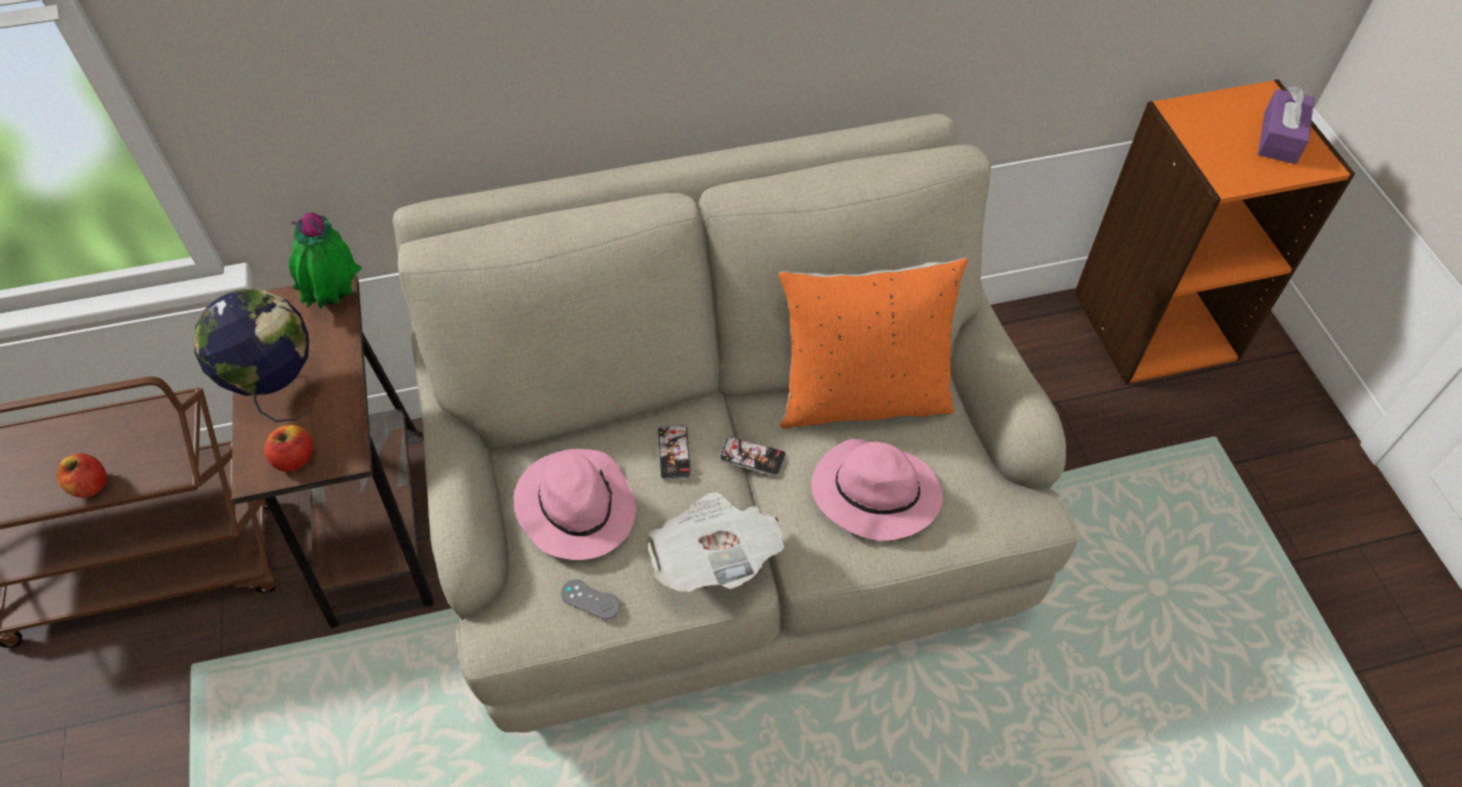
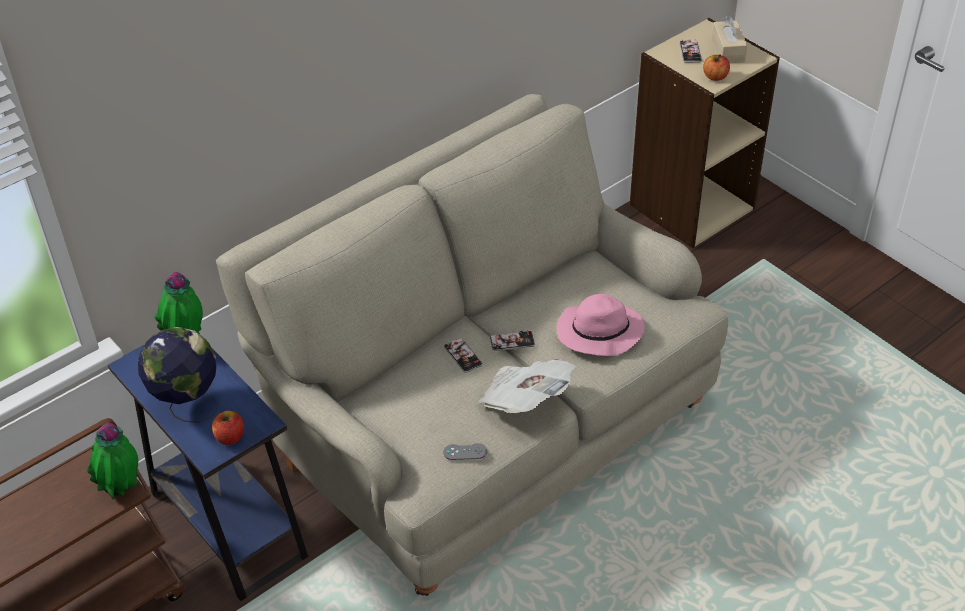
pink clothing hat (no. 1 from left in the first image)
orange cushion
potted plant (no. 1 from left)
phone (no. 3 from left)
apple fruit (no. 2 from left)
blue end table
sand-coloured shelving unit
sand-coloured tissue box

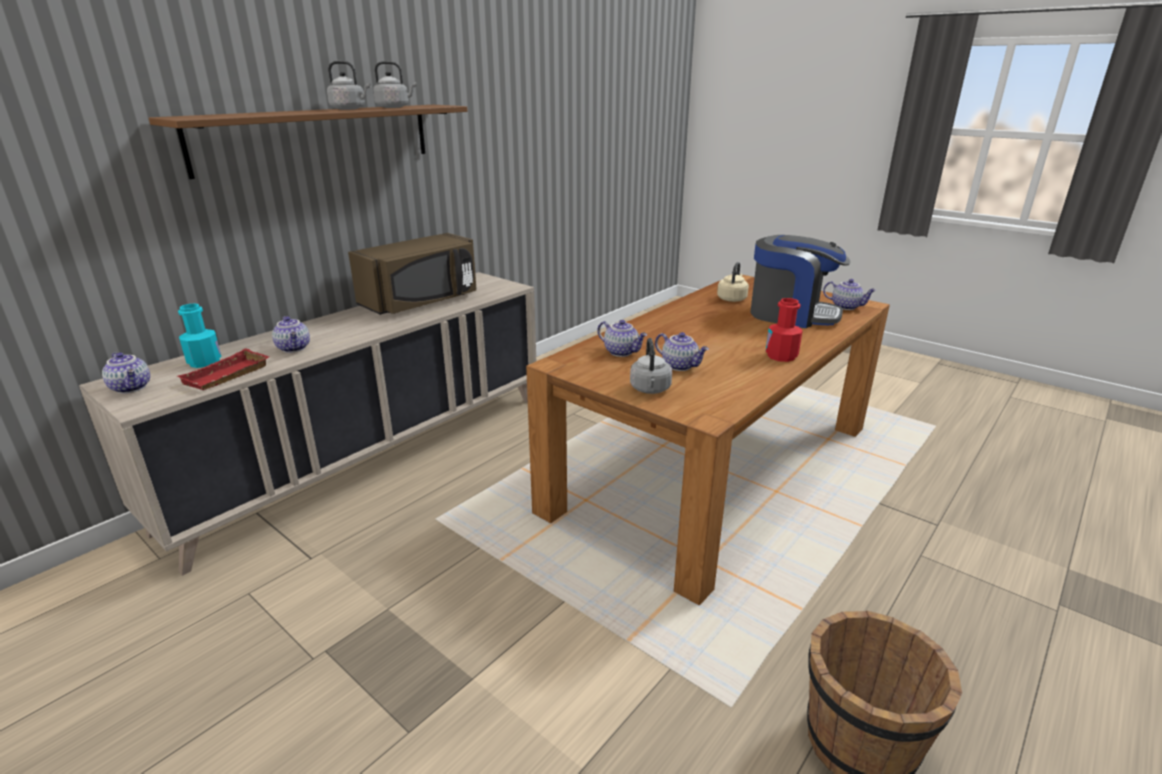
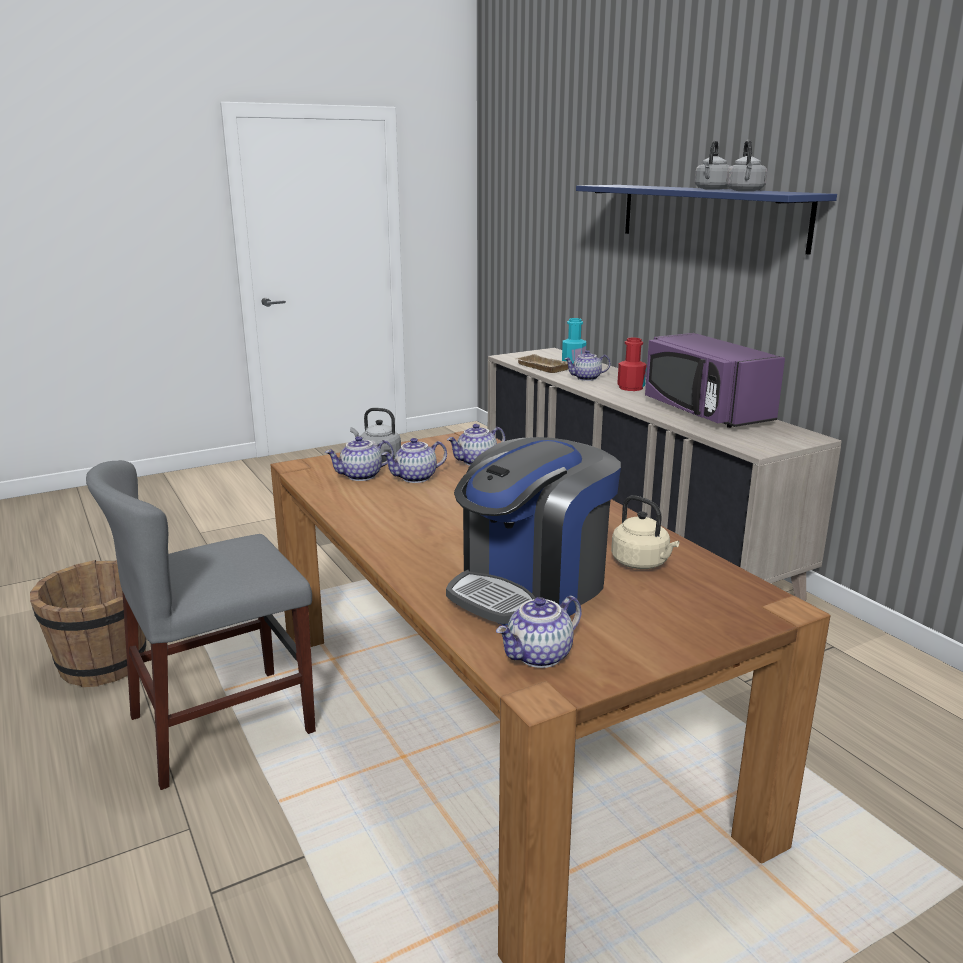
greyish plain chair
tea pot (no. 1 from left)
reddish bottle
blue bracket shelf
sand-coloured carrying tray
purple kitchen microwave

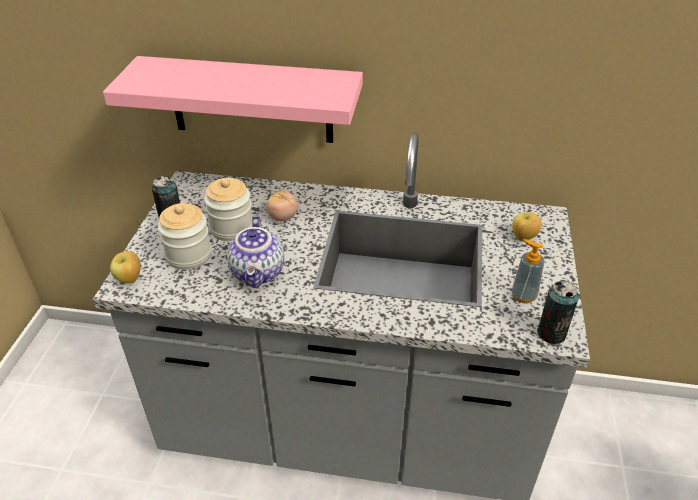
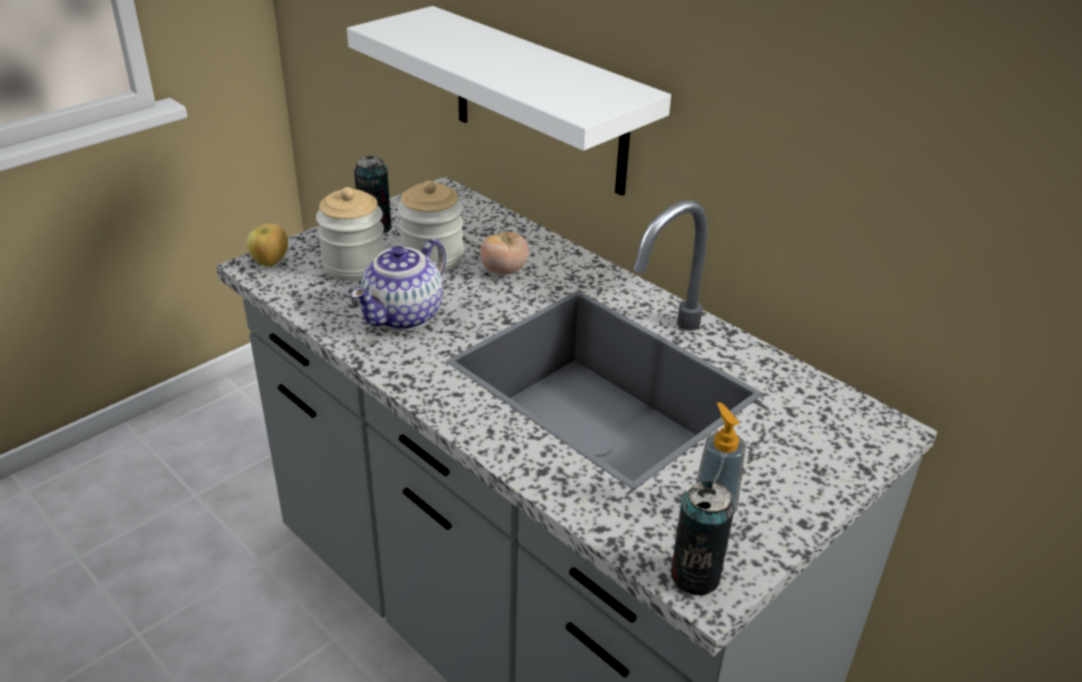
apple fruit (no. 2 from left in the first image)
white-coloured bracket shelf

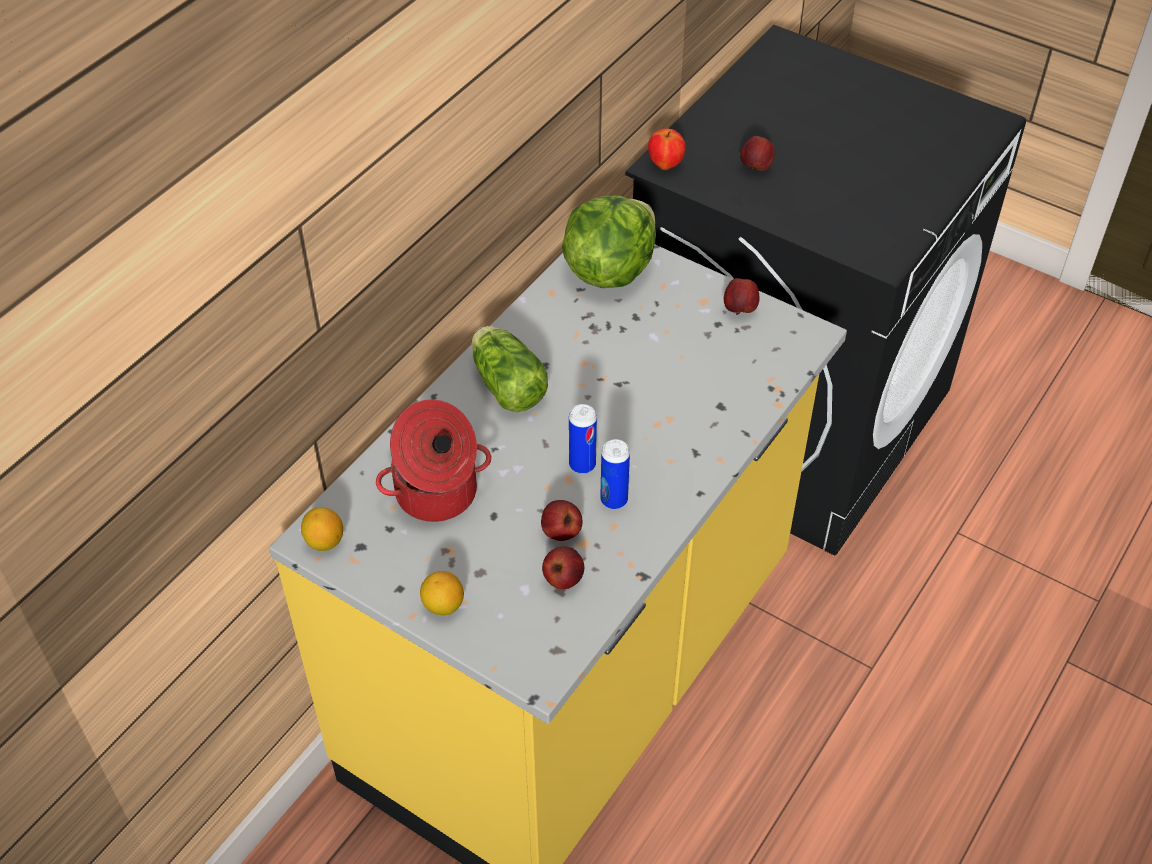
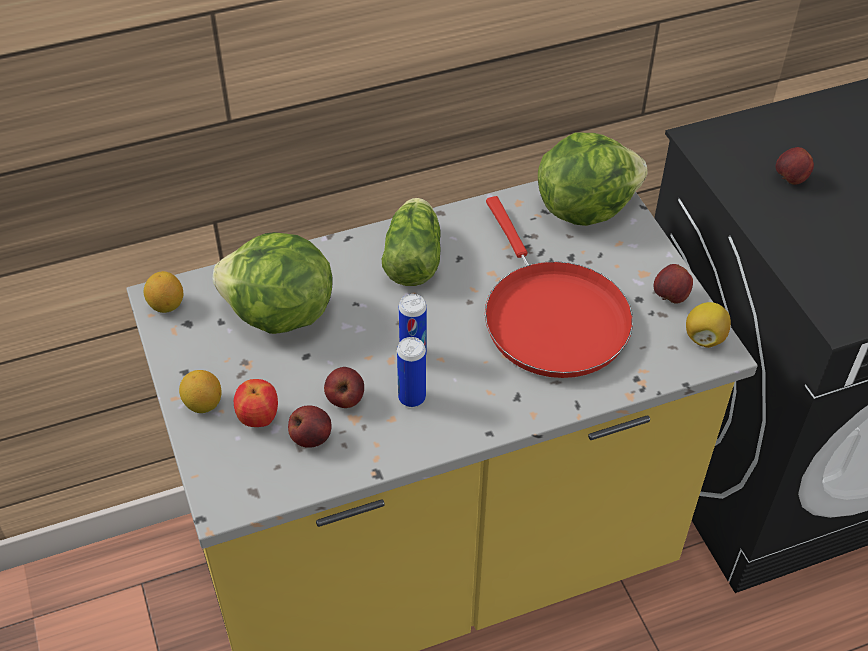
reddish frying pan
citrus fruit (no. 3 from left)
apple fruit (no. 1 from left)
head of lettuce (no. 1 from left)

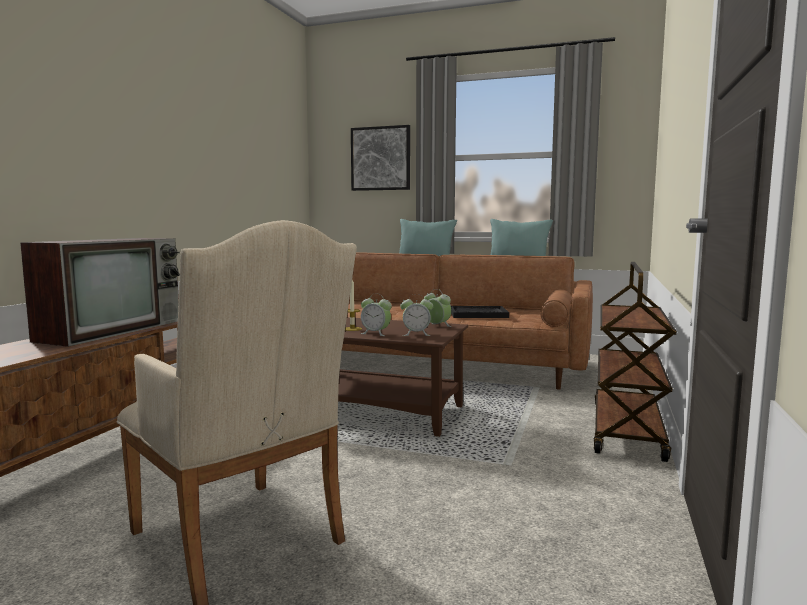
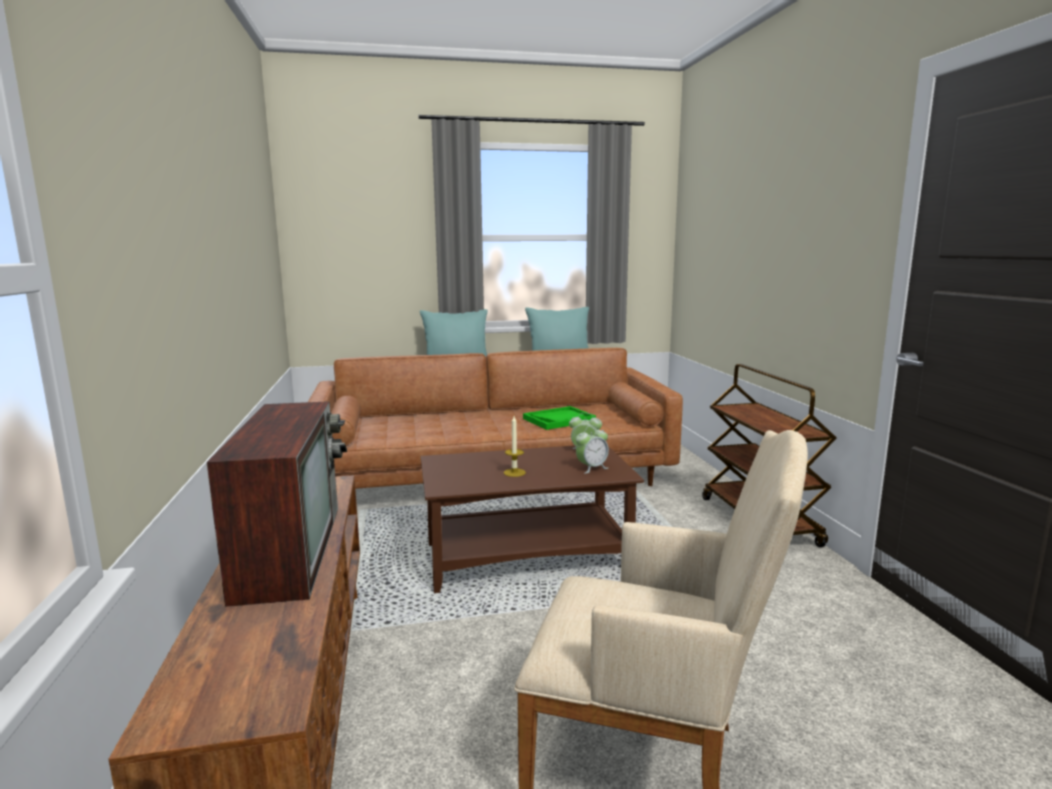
picture
alarm clock (no. 1 from left in the first image)
green carrying tray

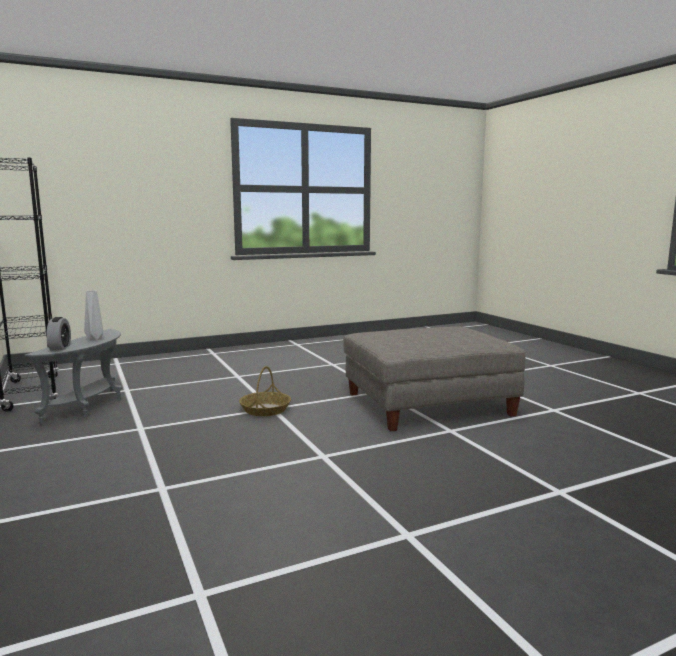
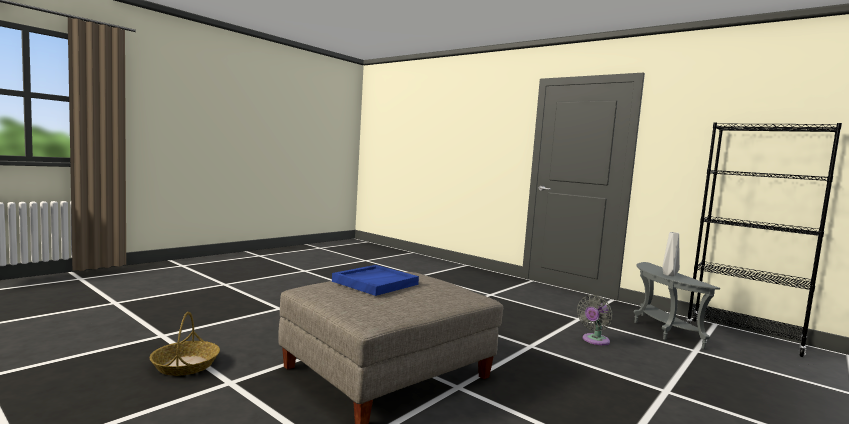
alarm clock
blue carrying tray
greyish cooling fan
basket

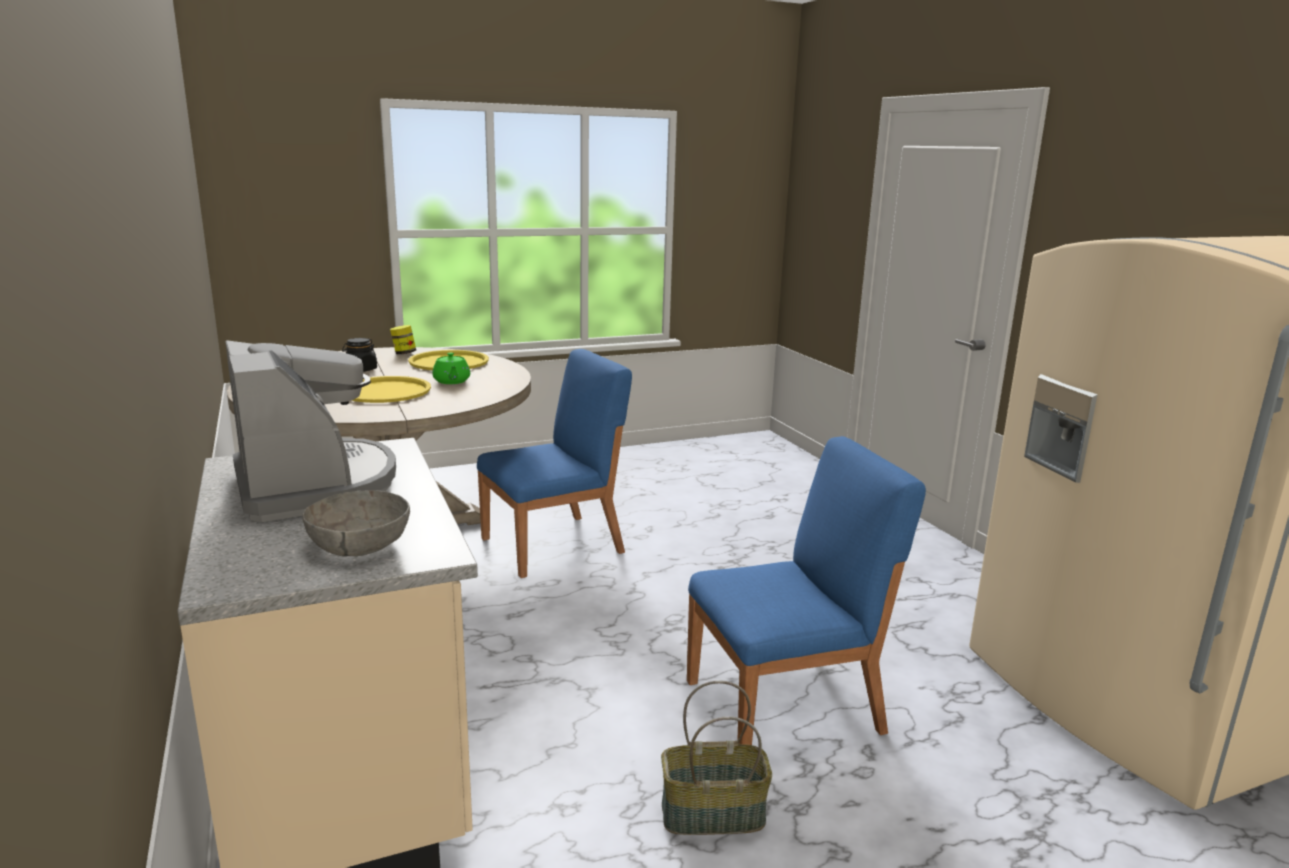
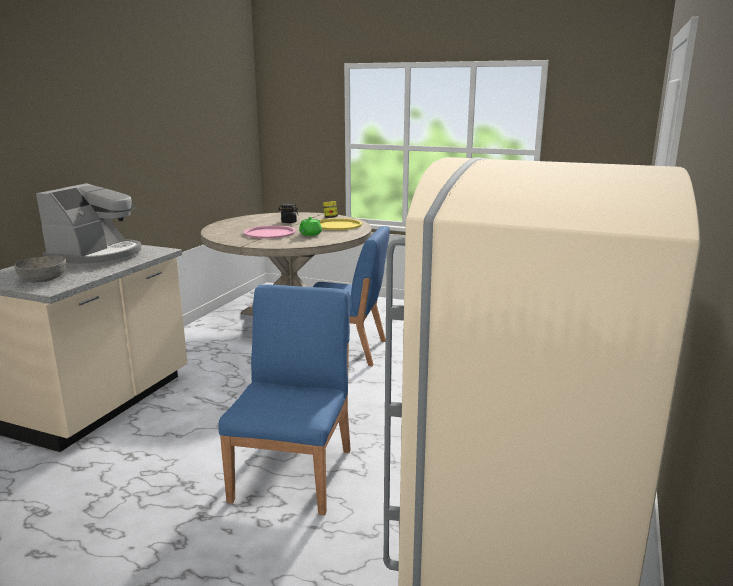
basket
pink carrying tray
blue plain chair (no. 1 from left)

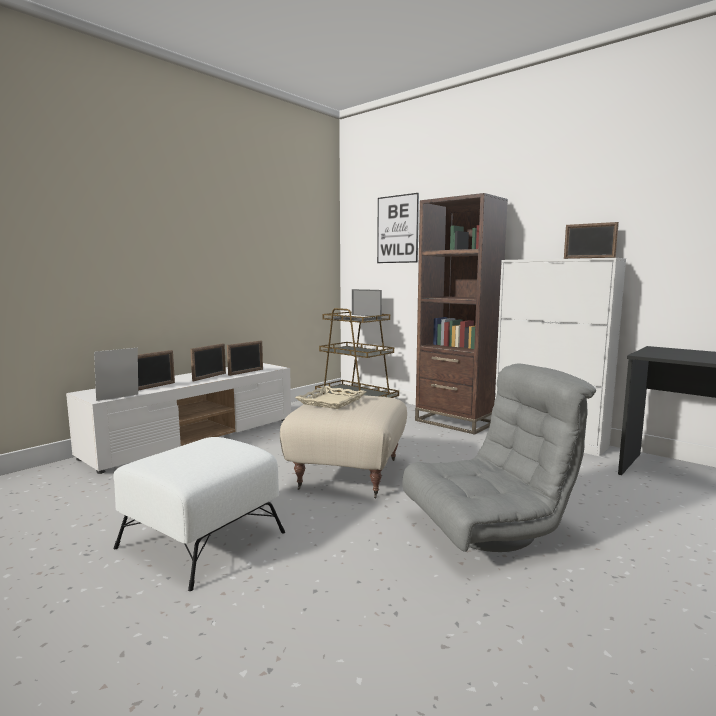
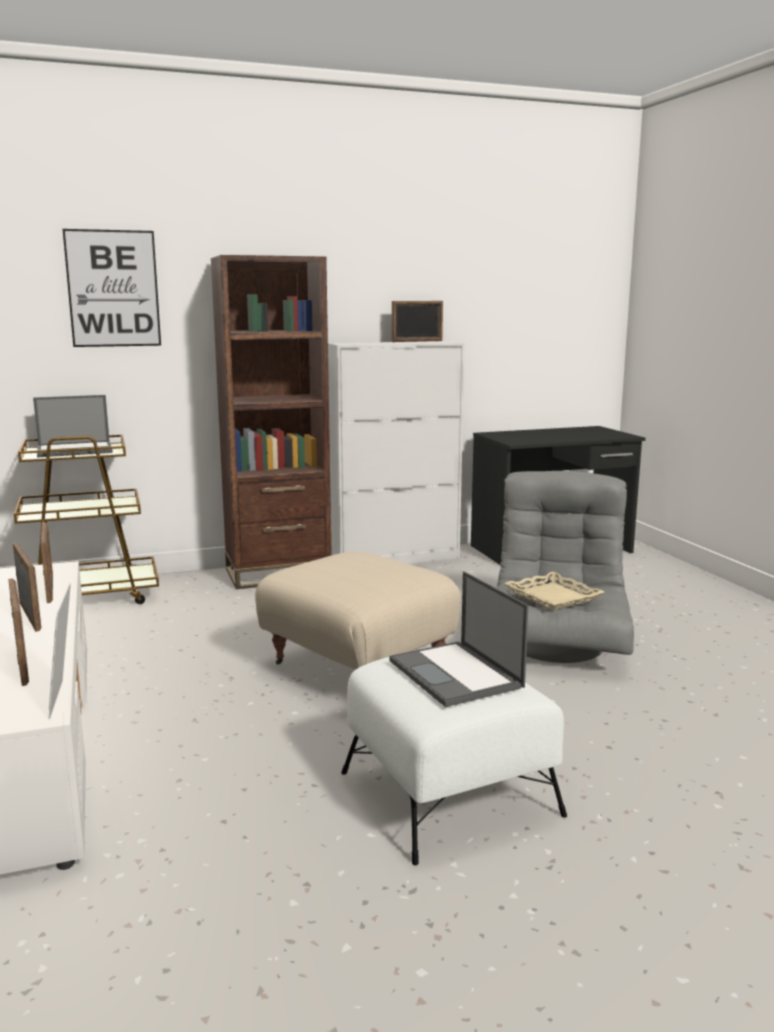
notebook computer (no. 2 from left)
sand-coloured carrying tray

